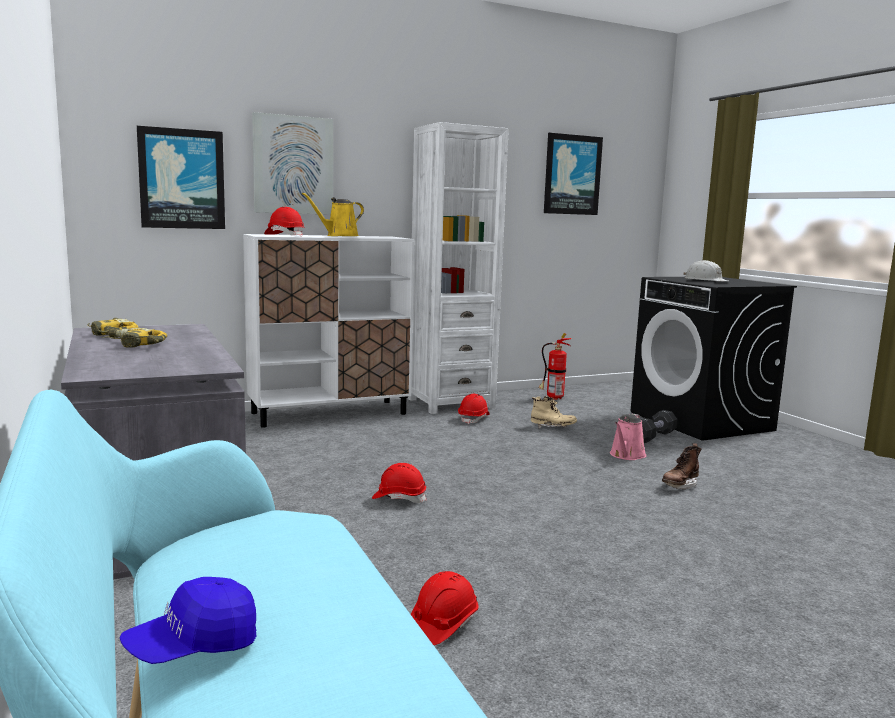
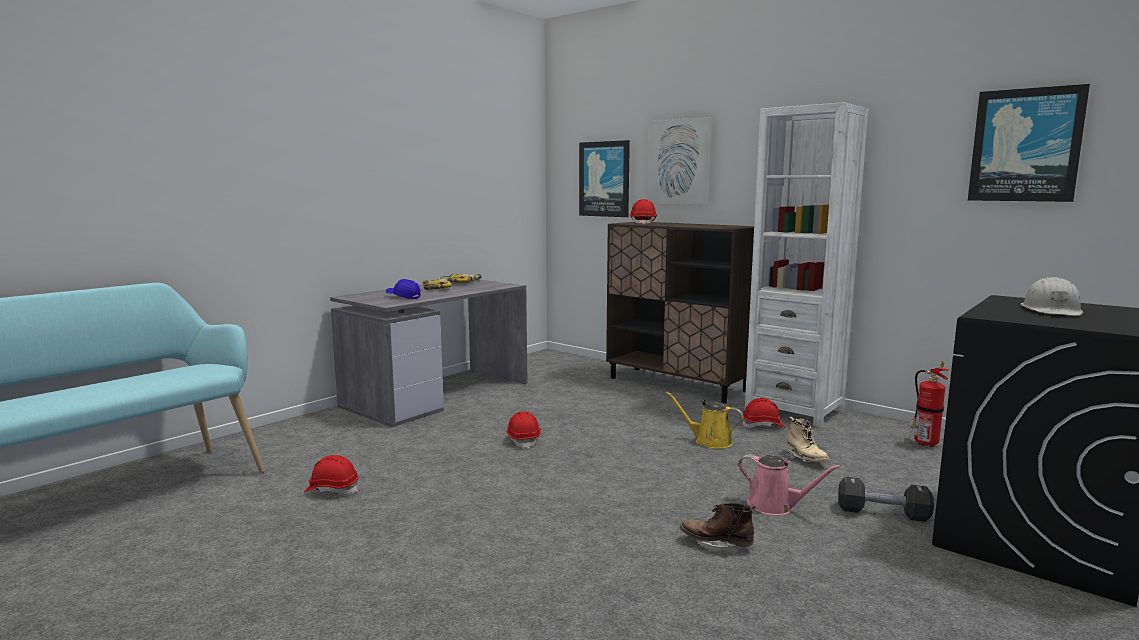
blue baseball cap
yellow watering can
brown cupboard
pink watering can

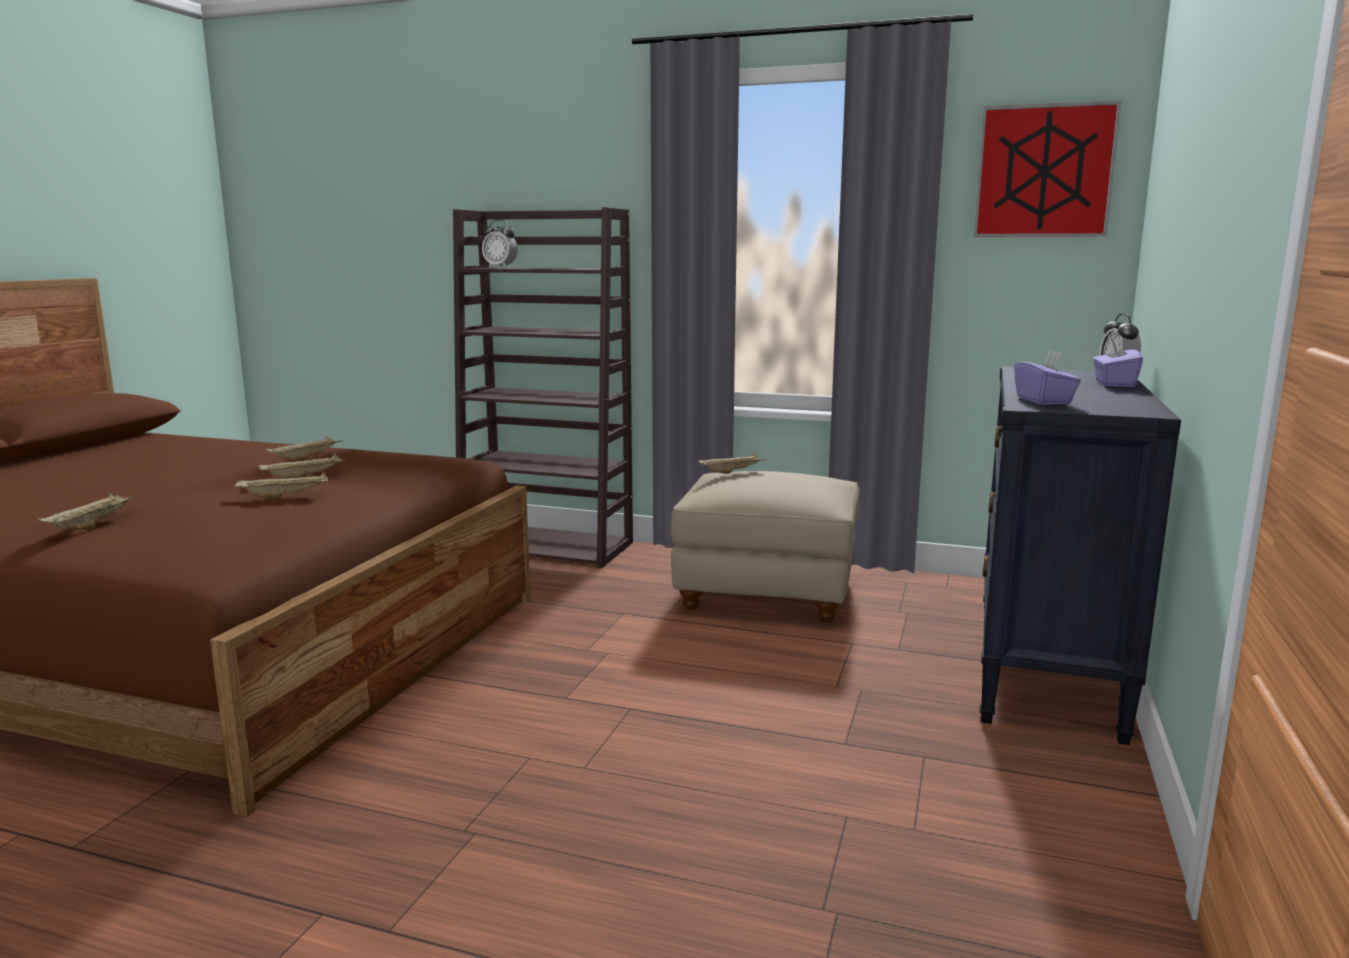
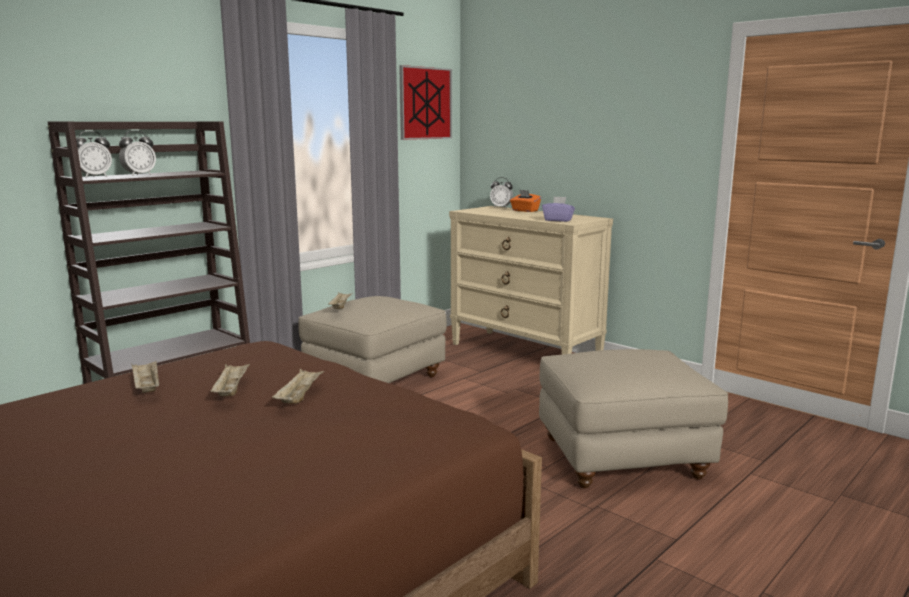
sand-coloured carrying tray (no. 1 from left in the first image)
alarm clock (no. 2 from left)
sand-coloured footrest (no. 2 from left)
sand-coloured dresser
orange tissue box

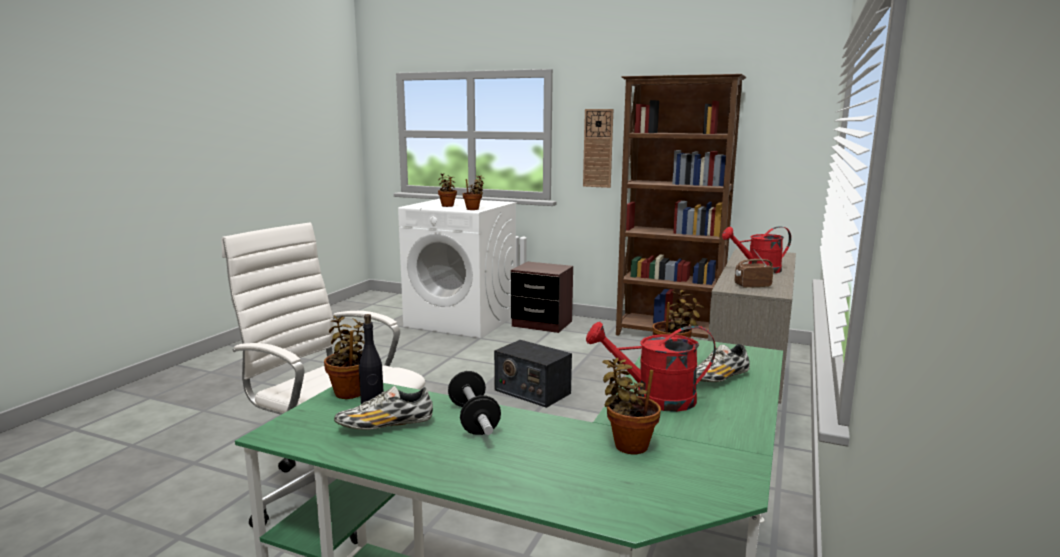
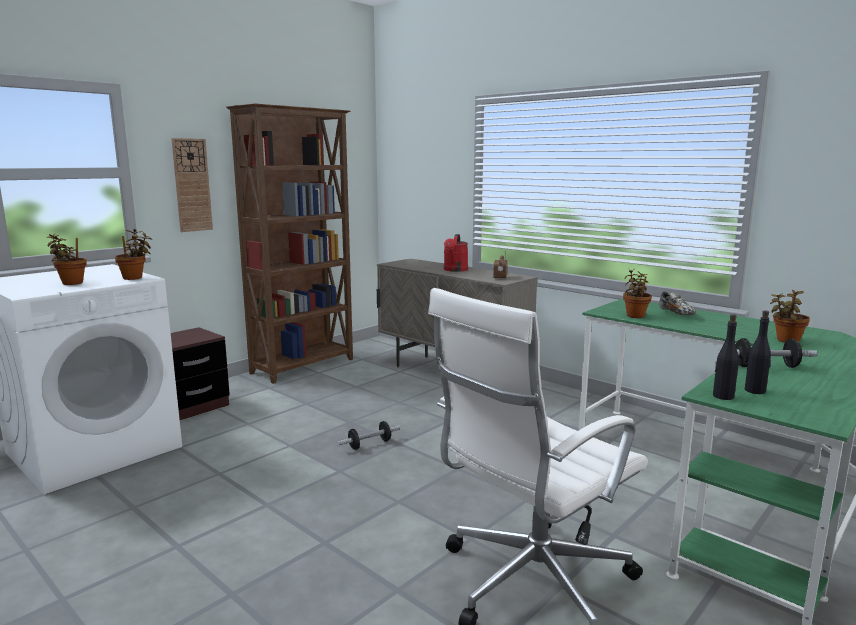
shoe (no. 1 from left in the first image)
reddish watering can (no. 1 from left in the first image)
black-coloured bottle (no. 1 from left)
hand weight (no. 1 from left)

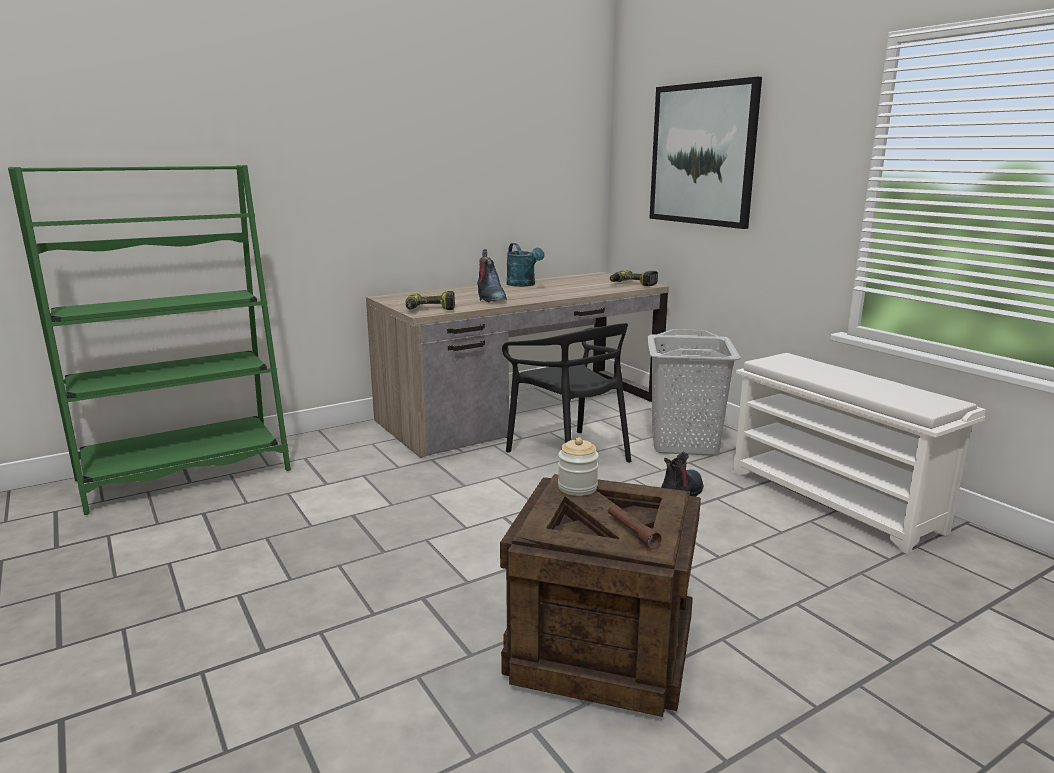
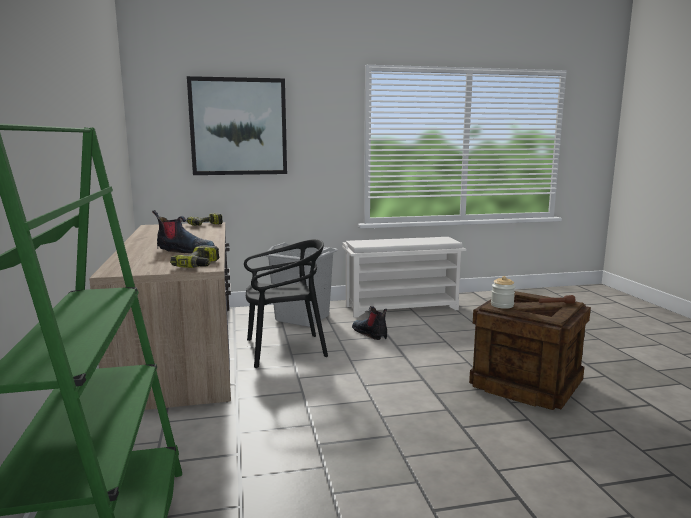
turquoise watering can

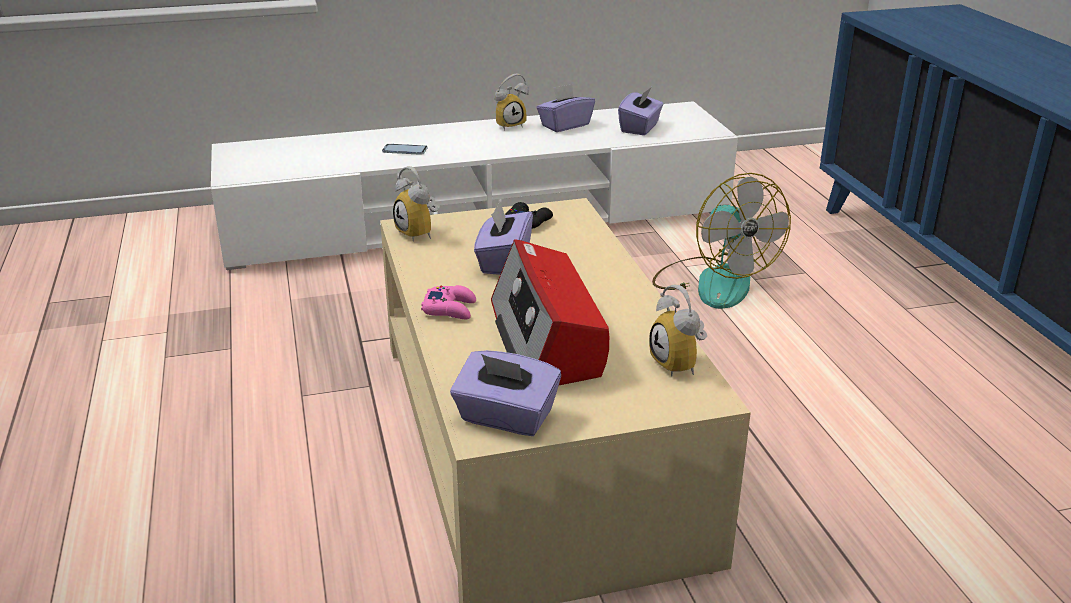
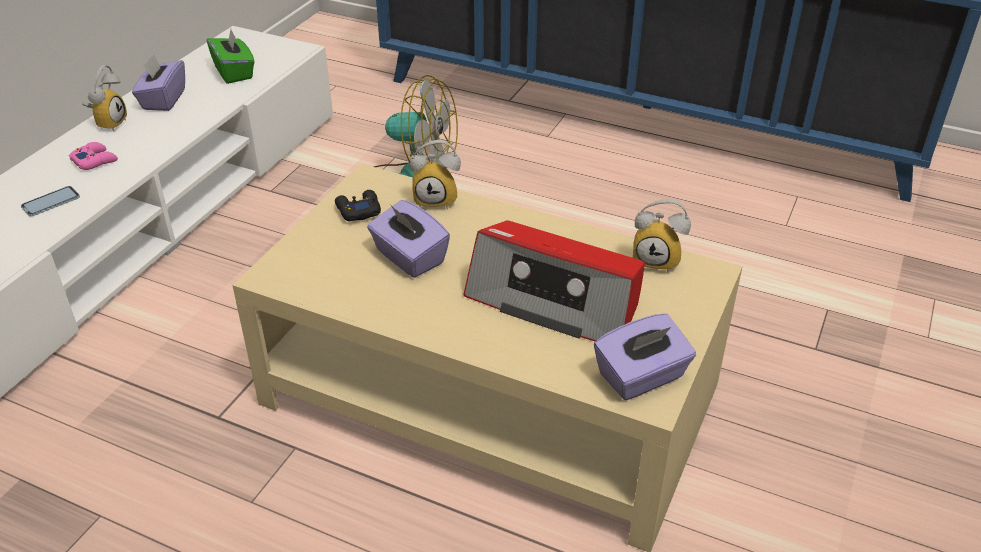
alarm clock (no. 2 from left)
pink game controller
green tissue box

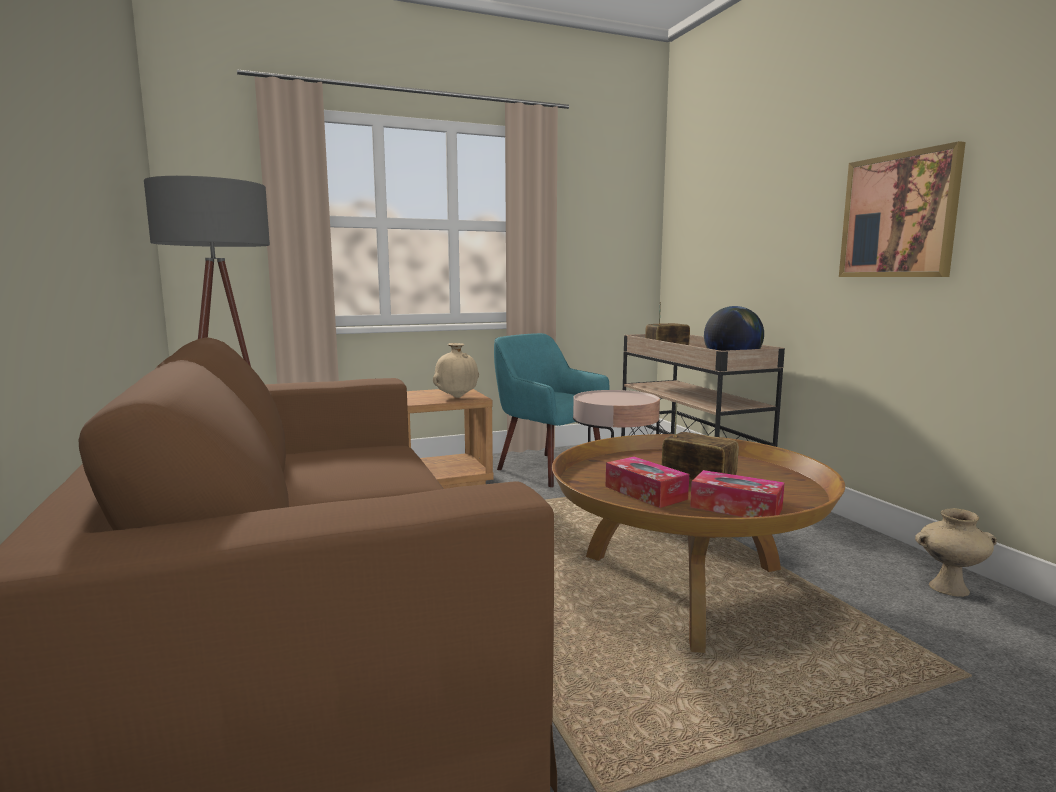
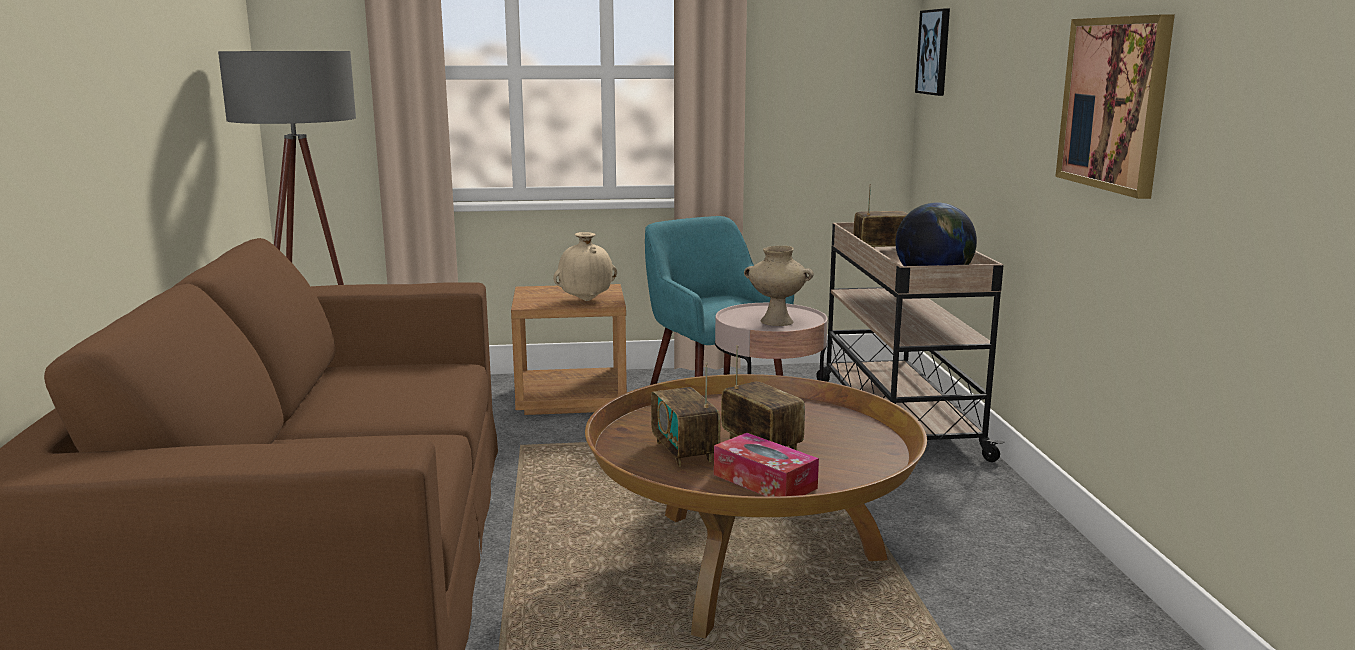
picture (no. 1 from left)
sand-coloured decorative vase (no. 2 from left)
radio (no. 1 from left)

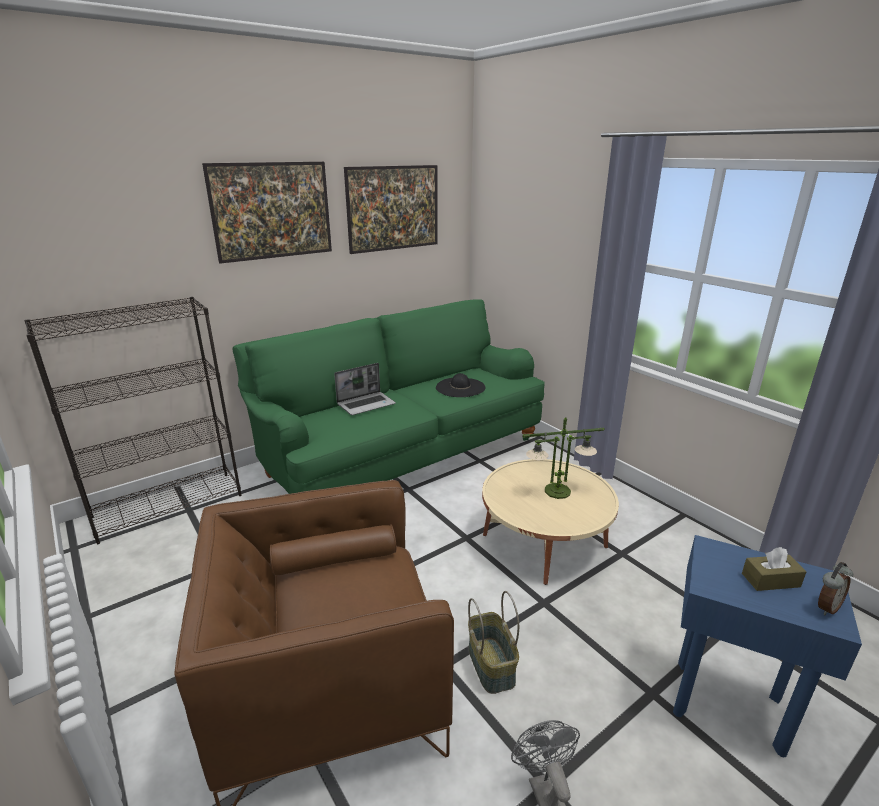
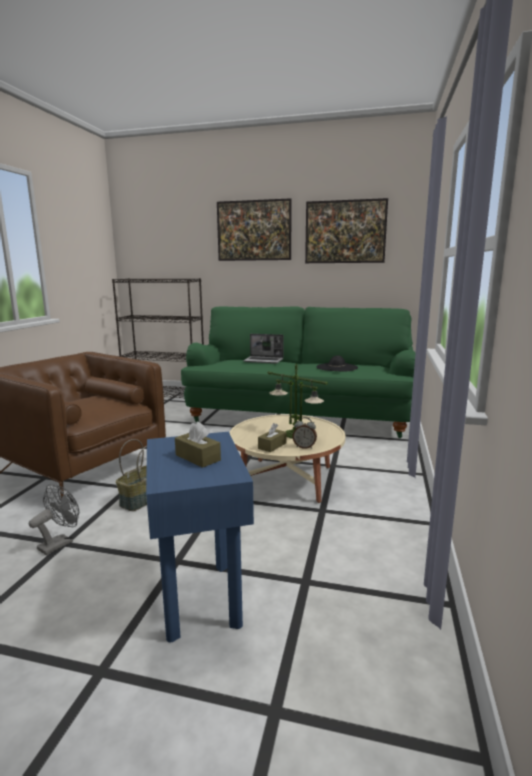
brown tissue box (no. 2 from left)
alarm clock

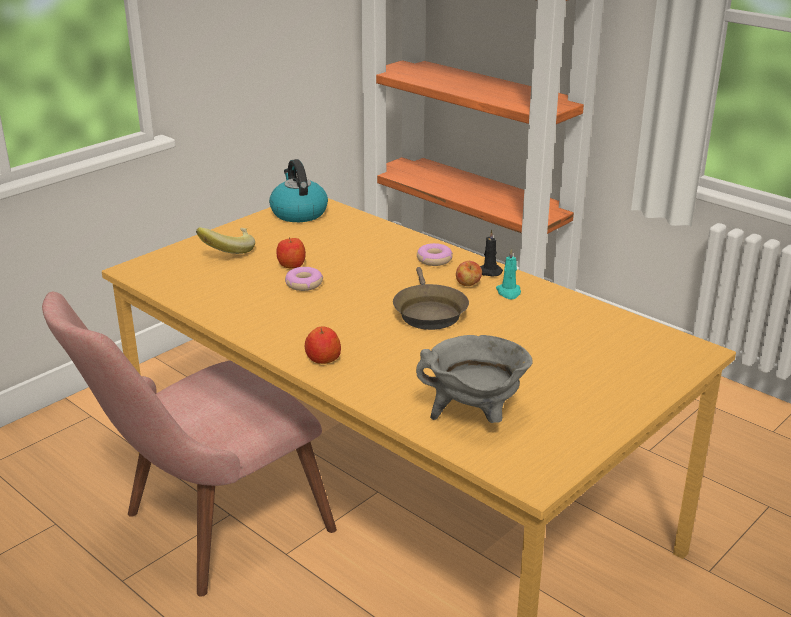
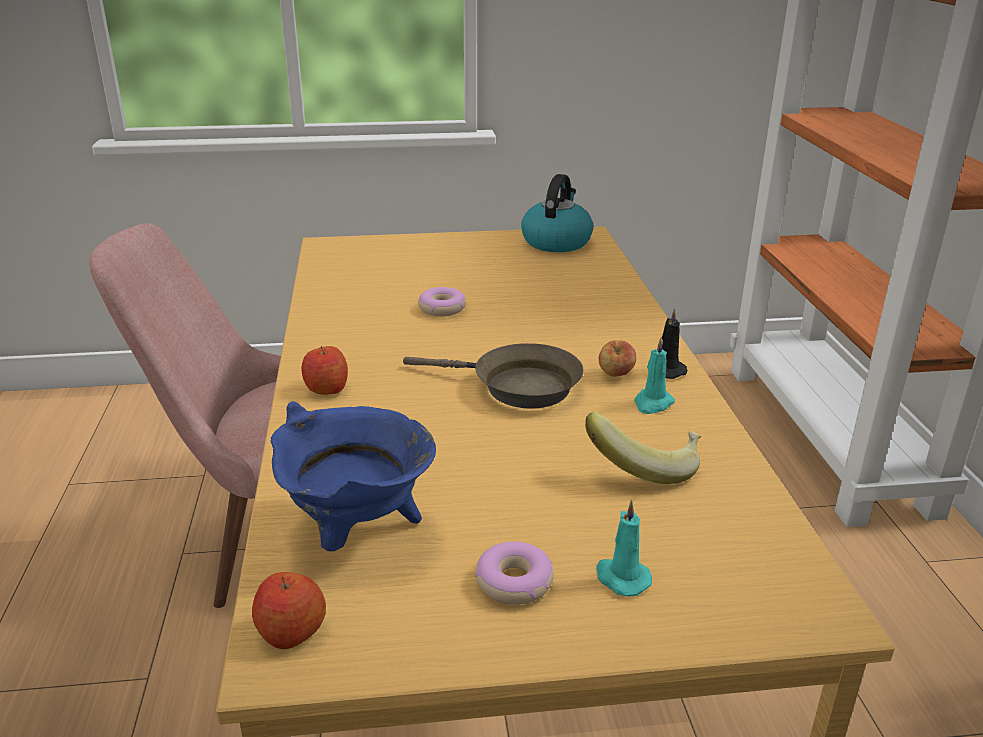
turquoise candle (no. 1 from left)
banana fruit
apple fruit (no. 1 from left)
ring doughnut (no. 2 from left)
blue cooking pot
brown frying pan

